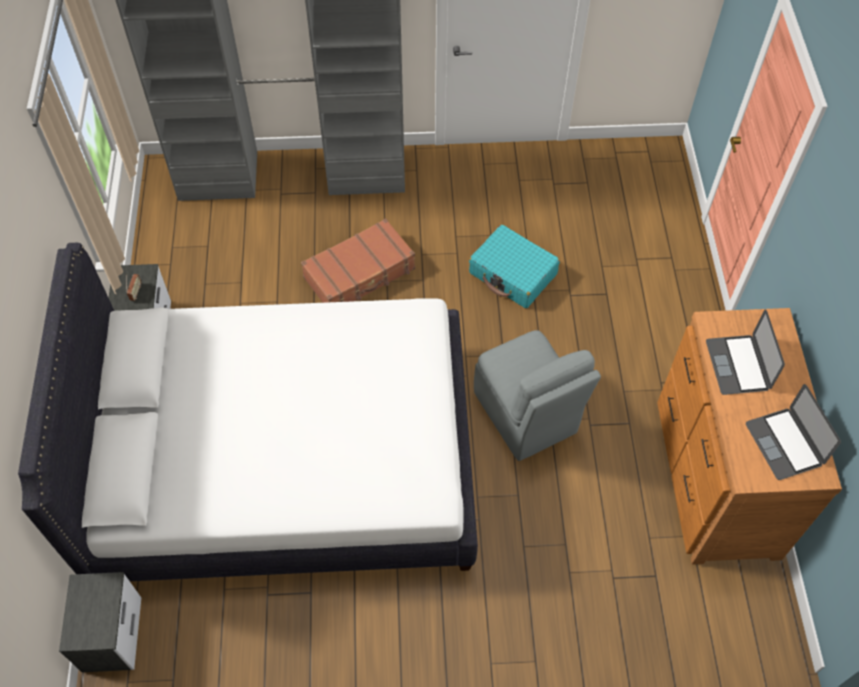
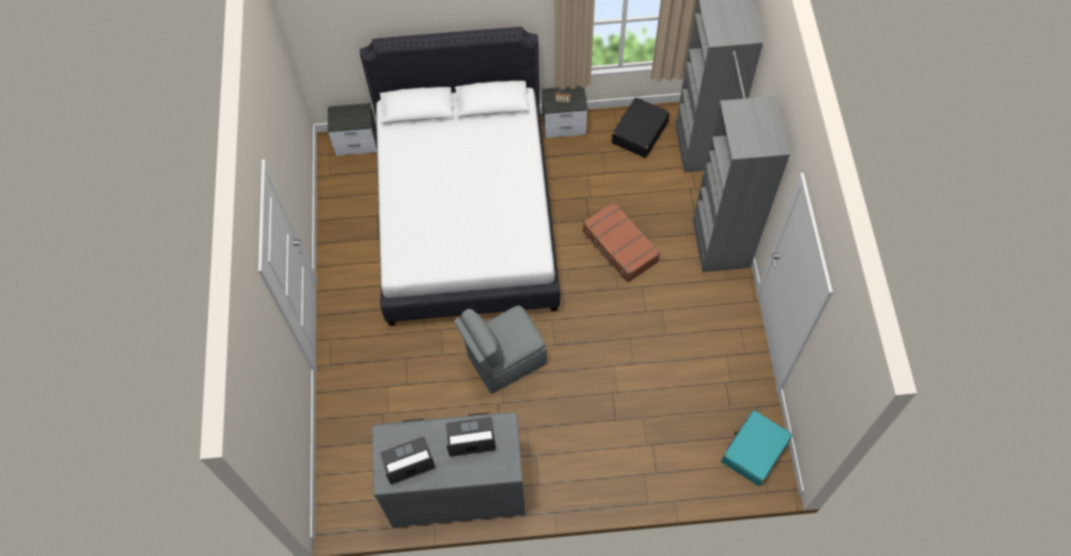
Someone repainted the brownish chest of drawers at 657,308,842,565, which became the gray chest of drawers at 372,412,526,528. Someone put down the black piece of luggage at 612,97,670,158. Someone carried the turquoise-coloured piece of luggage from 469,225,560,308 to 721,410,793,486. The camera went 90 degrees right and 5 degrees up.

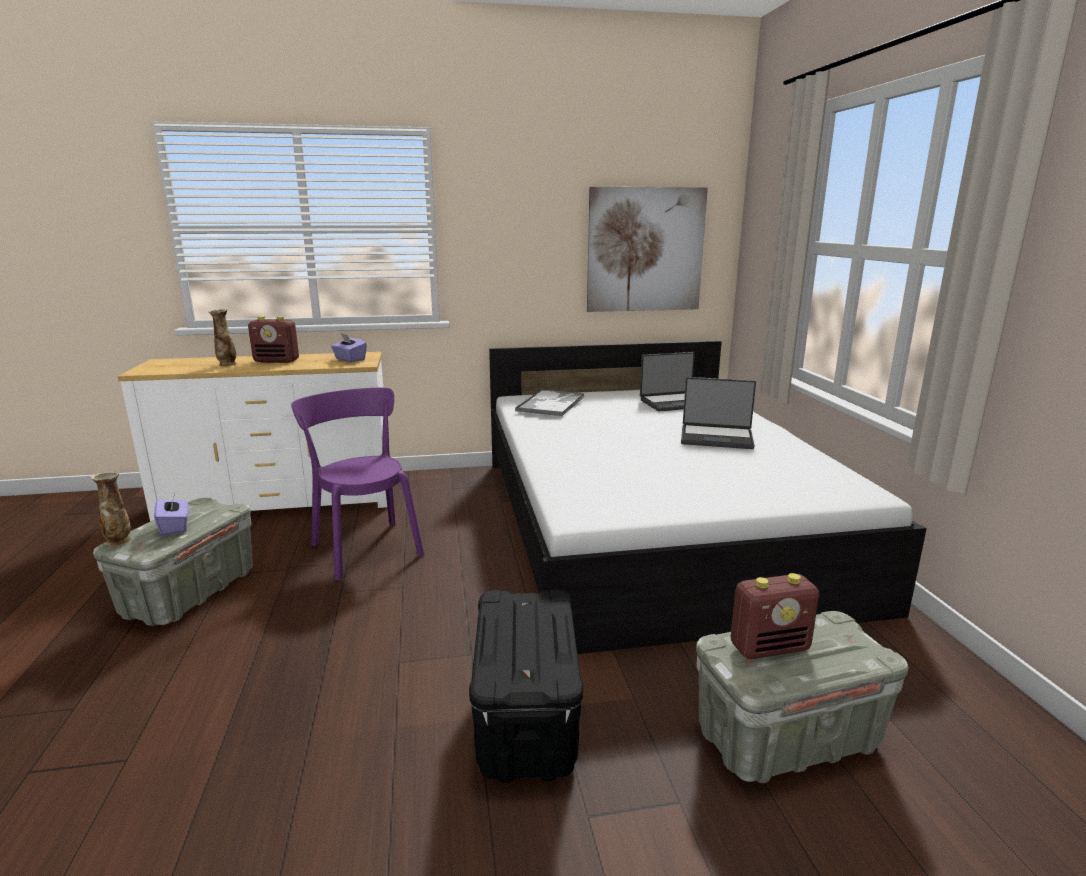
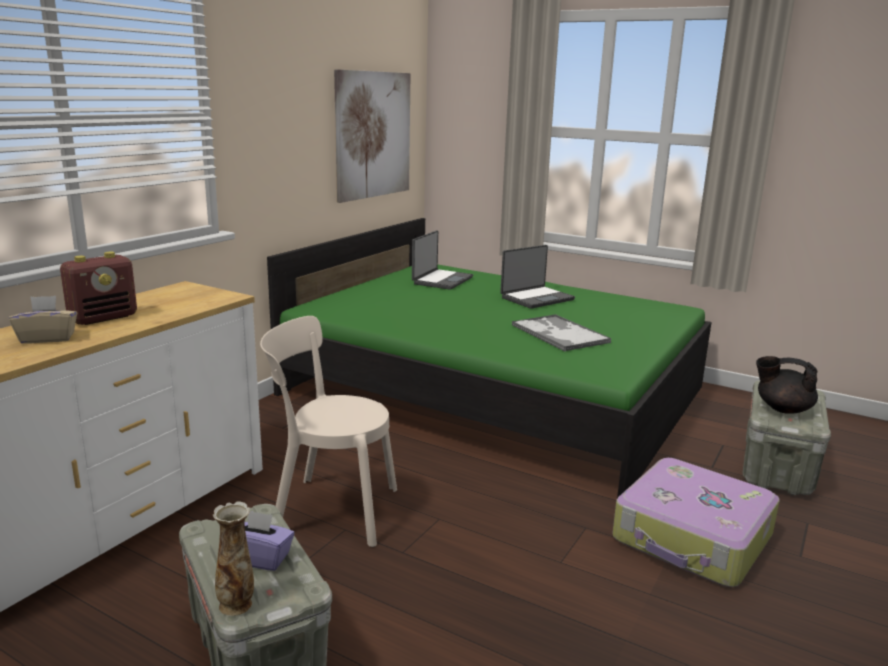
Someone swapped the vase at 208,309,237,366 for the beige tissue holder at 9,296,77,344. Someone repainted the purple chair at 291,388,424,581, which became the beige chair at 260,316,397,547. Someone repainted the white bed at 489,341,927,654, which became the green-coloured bed at 267,218,712,498. Someone carried the tray from 515,390,585,416 to 512,314,611,351. Someone swapped the black storage container at 469,589,583,783 for the piece of luggage at 612,458,780,587. Someone swapped the radio receiver at 731,573,819,659 for the black pot for tea at 756,356,818,414. Someone took away the purple tissue holder at 331,334,367,362. The camera went 50 degrees left and 0 degrees up.

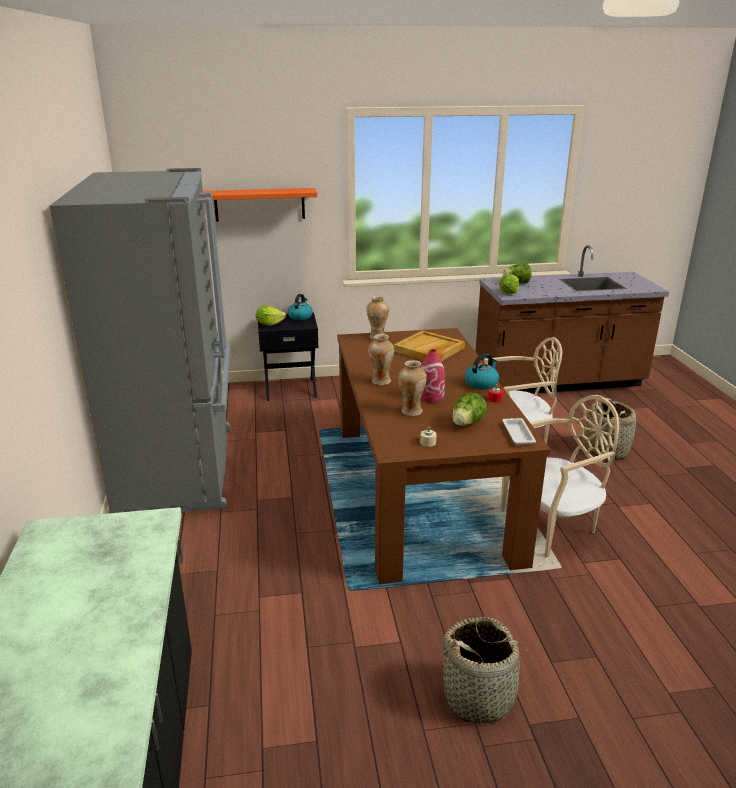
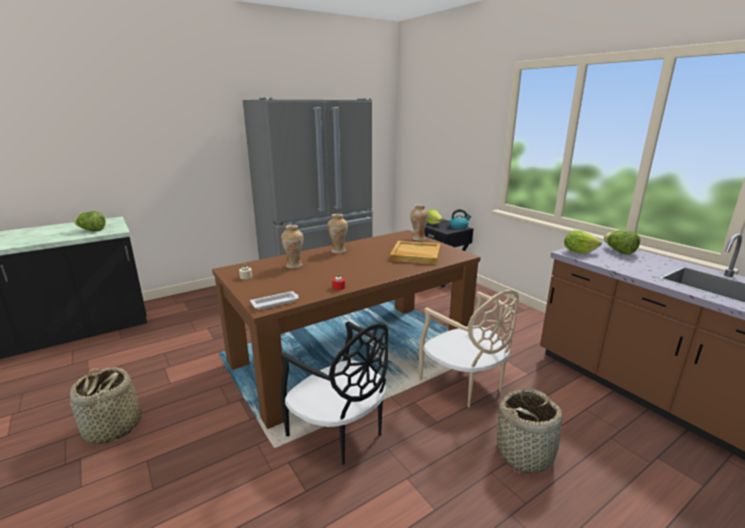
Someone carried the head of lettuce from 452,392,487,426 to 74,211,106,231. Someone repainted the beige chair at 501,395,619,558, which became the black chair at 280,322,388,465. Someone took away the orange-coloured wall shelf at 203,188,317,222. Someone took away the red-coloured vase at 420,349,445,403. Someone took away the kettle at 465,353,499,390. The camera went 65 degrees right and 5 degrees down.

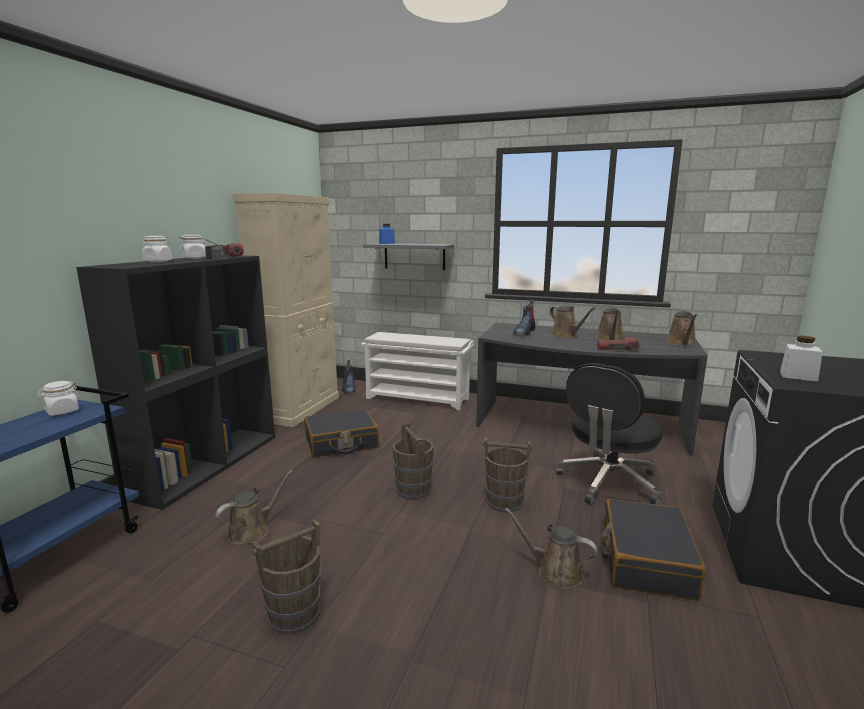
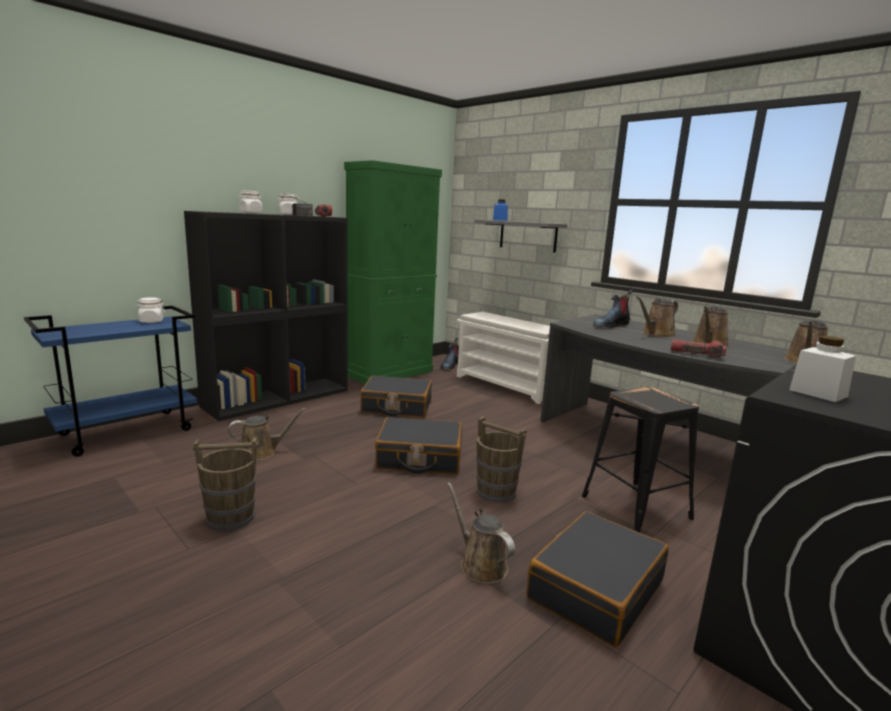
Someone repainted the beige cupboard at 233,193,339,427, which became the green-coloured cupboard at 344,160,442,384. Someone swapped the brownish pail at 392,423,434,500 for the black piece of luggage at 375,417,462,474. Someone swapped the black office chair at 556,363,663,505 for the black stool at 582,387,699,533. Someone rotated the brownish watering can at 550,305,596,338 by 60 degrees clockwise. The camera went 25 degrees right and 0 degrees up.

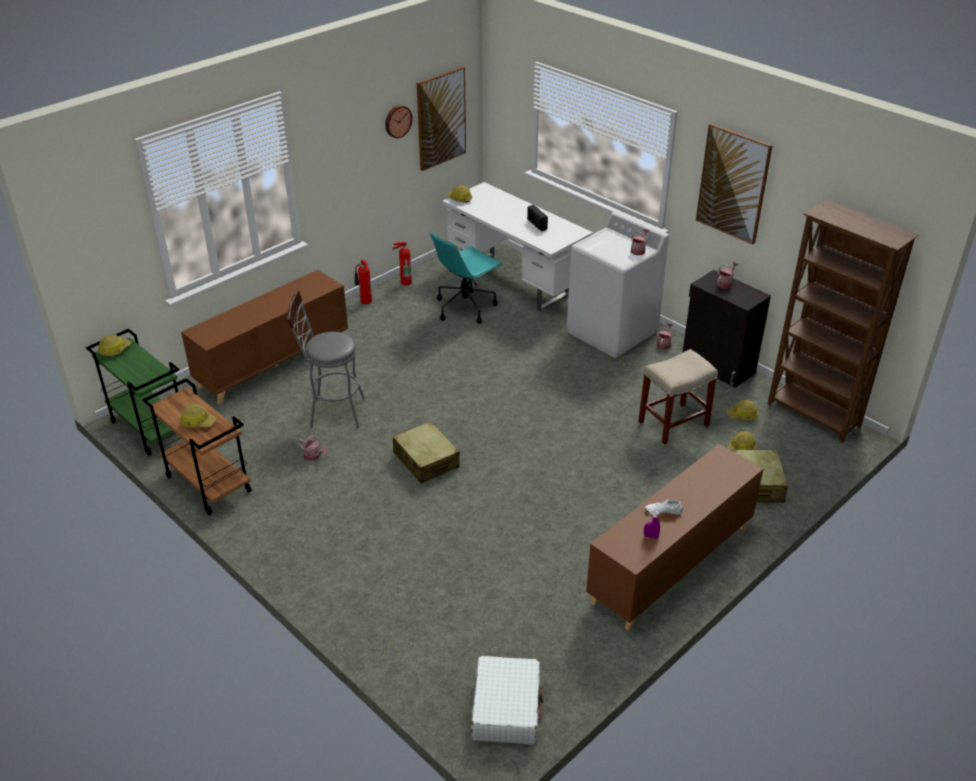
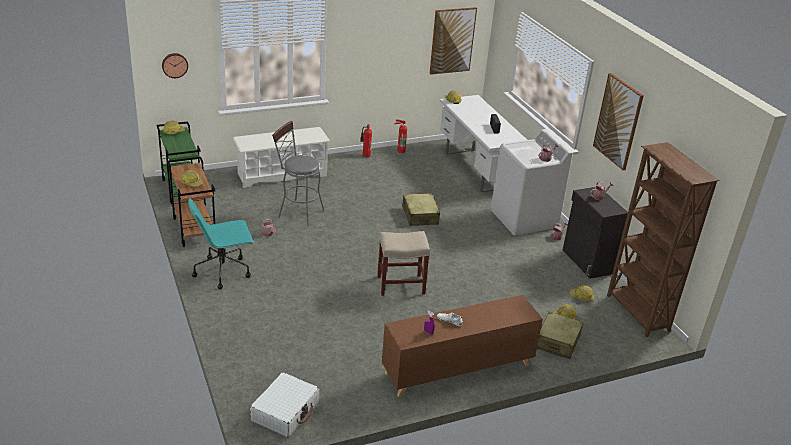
Someone carried the wall clock from 385,105,413,138 to 162,53,188,78. Someone carried the turquoise-coloured office chair from 430,232,503,324 to 188,198,254,289. Someone swapped the brownish cupboard at 181,270,348,404 for the white shoe rack at 233,127,330,188. Someone carried the beige stool from 638,349,718,445 to 377,231,430,296. Someone carried the beige piece of luggage from 393,421,460,484 to 402,193,440,226. The camera went 20 degrees right and 5 degrees down.

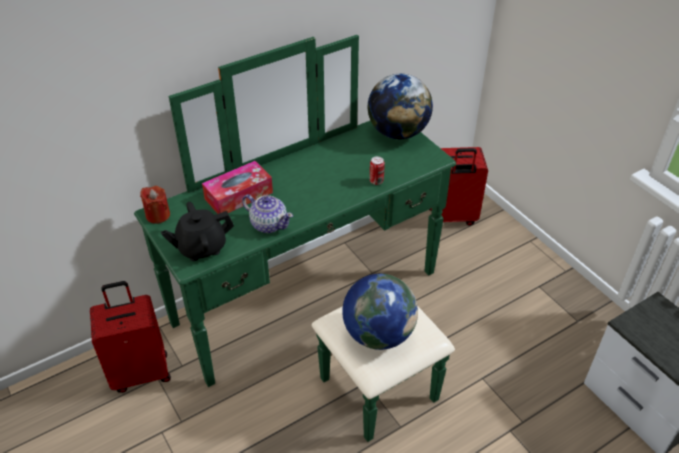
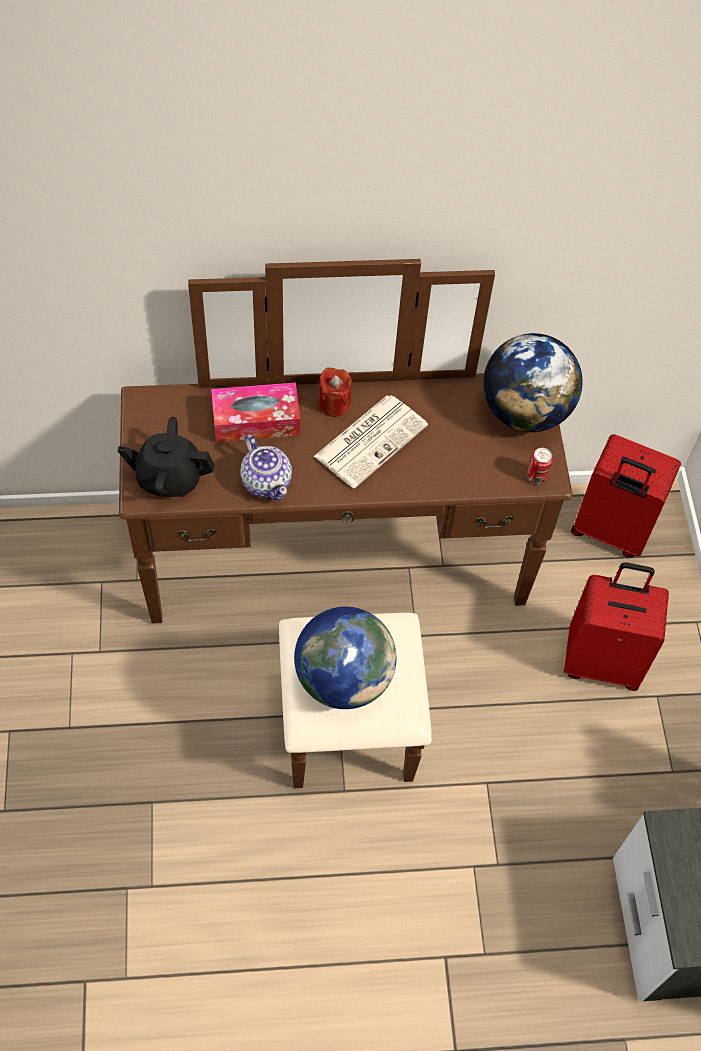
Someone repainted the green-coloured chest of drawers at 134,35,456,442, which became the brownish chest of drawers at 119,259,572,788. Someone put down the printed paper at 314,395,428,488. Someone carried the red-coloured wax candle from 140,186,170,224 to 319,368,352,417. Someone carried the sealed can from 370,156,385,185 to 527,448,553,484. Someone carried the red-coloured piece of luggage from 90,281,171,393 to 564,563,669,691. The camera went 25 degrees right and 15 degrees up.

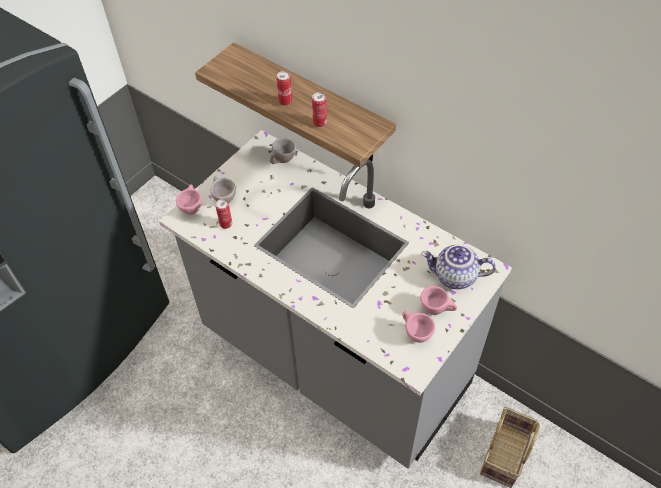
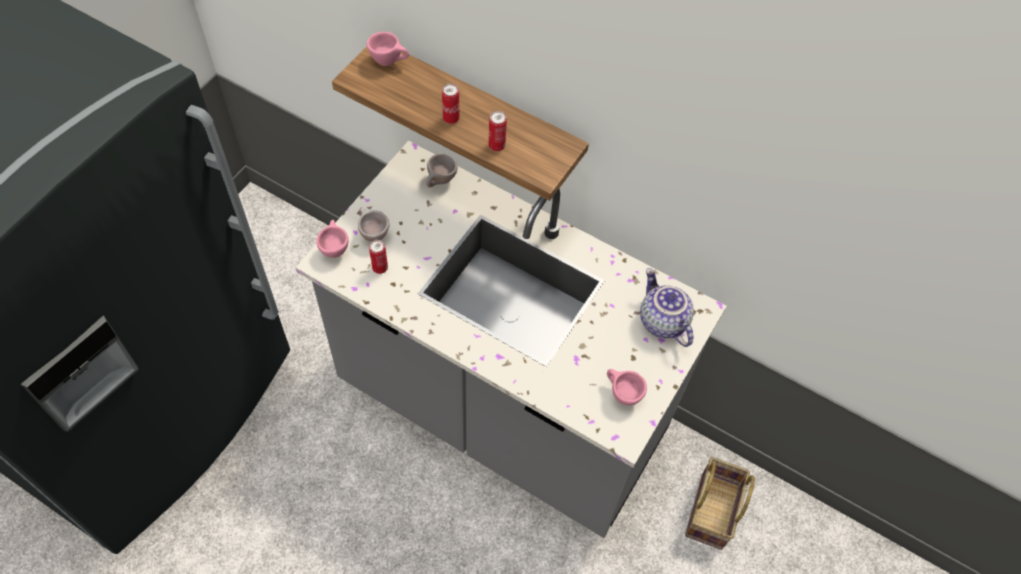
Someone carried the pinkish small cup from 420,286,457,315 to 367,32,409,66. Someone rotated the pot for tea at 421,245,496,289 by 60 degrees clockwise. The camera went 10 degrees left and 5 degrees up.

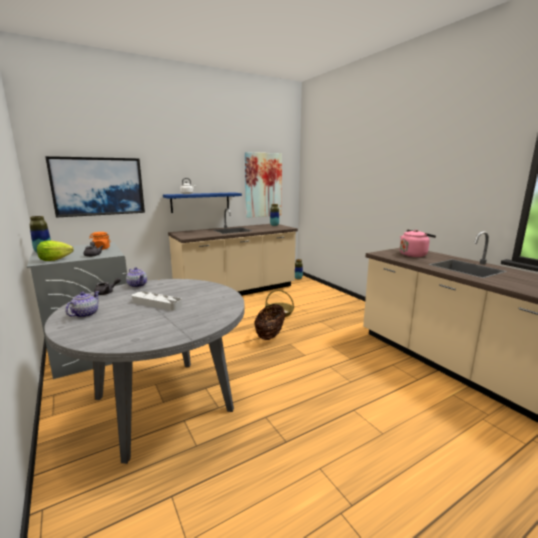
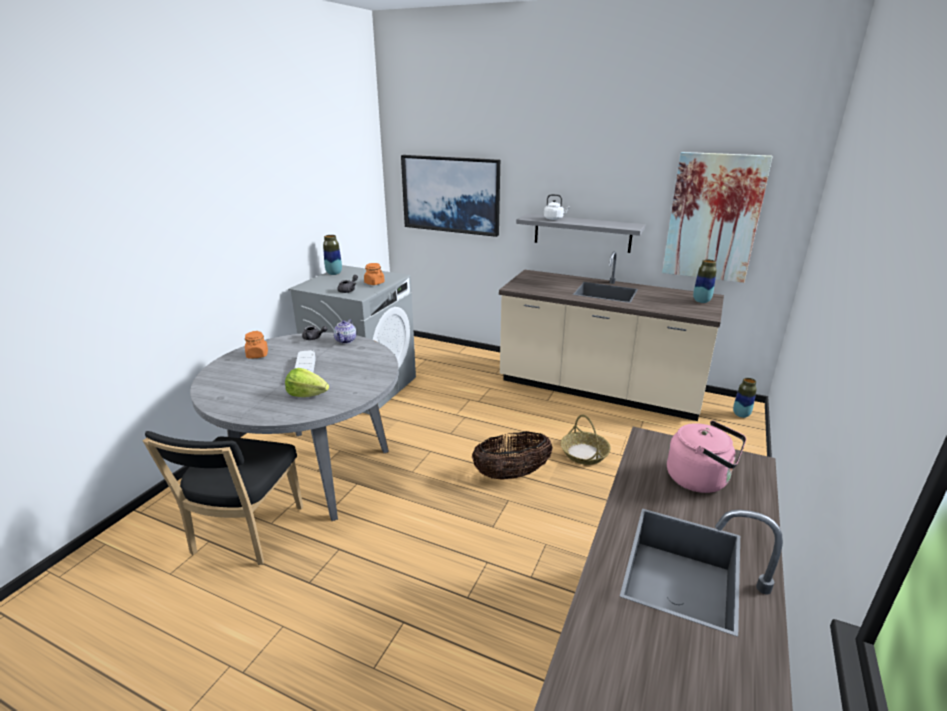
Someone put down the black chair at 143,431,303,565. Someone swapped the pot for tea at 65,291,100,318 for the orange-coloured preserve jar at 245,331,268,359. Someone carried the head of lettuce from 37,240,74,261 to 285,368,329,397. Someone repainted the bluish wall shelf at 163,192,242,213, which became the gray wall shelf at 516,214,645,253. The camera went 55 degrees right and 10 degrees up.

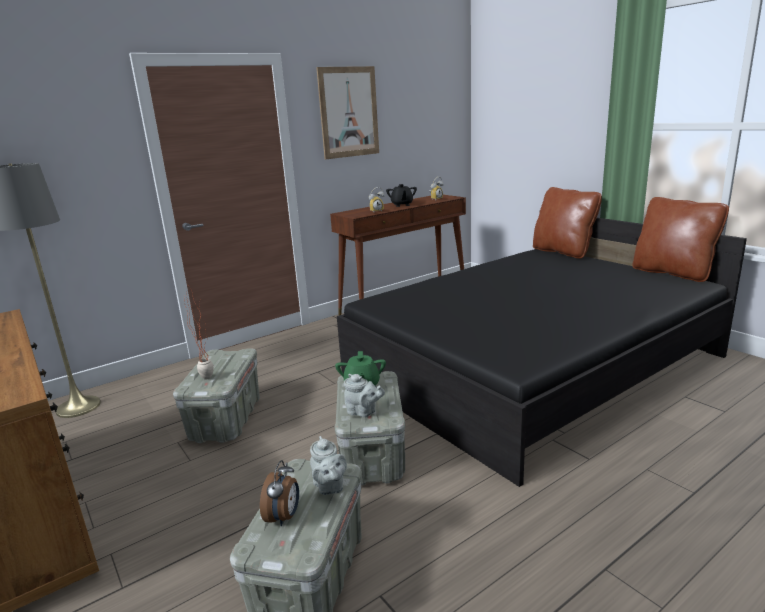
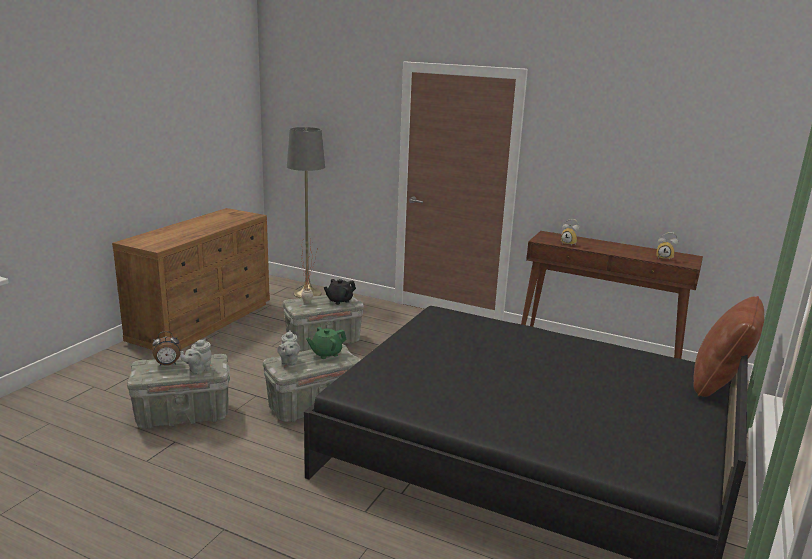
Someone carried the black pot for tea from 386,184,417,207 to 324,279,356,305. Someone took away the wall art at 316,66,379,159. Someone took away the brownish cushion at 632,197,729,282. The camera went 60 degrees right and 0 degrees up.

